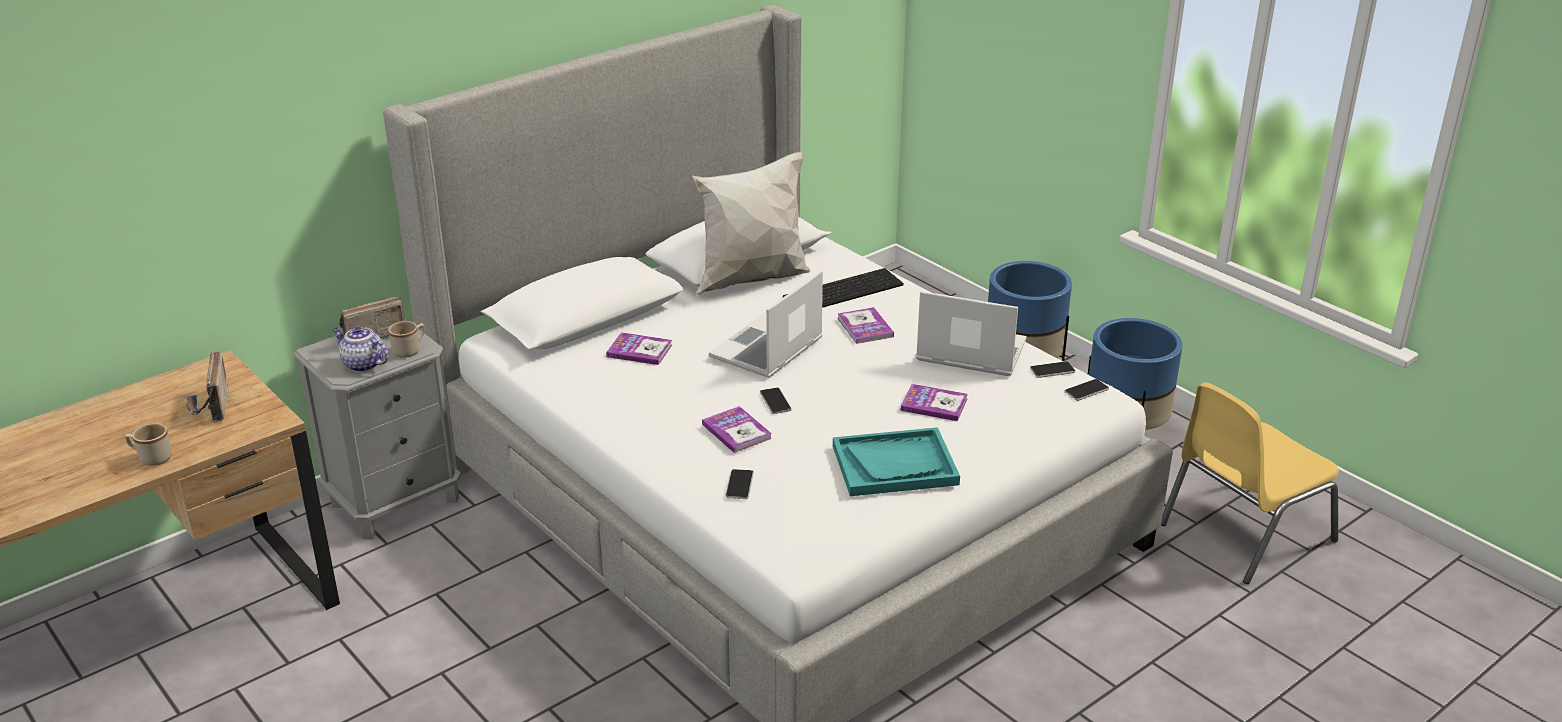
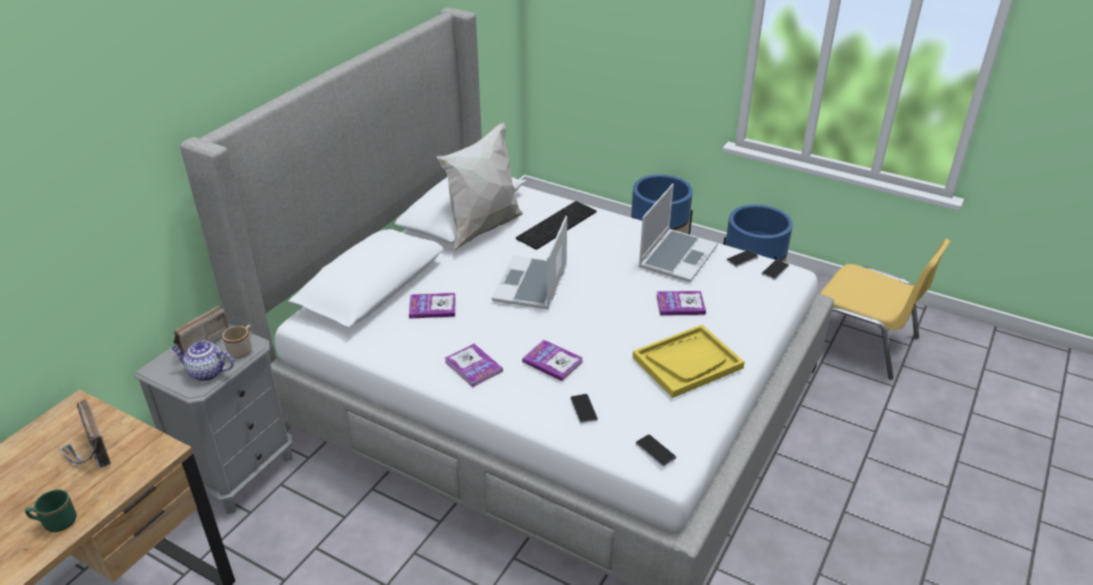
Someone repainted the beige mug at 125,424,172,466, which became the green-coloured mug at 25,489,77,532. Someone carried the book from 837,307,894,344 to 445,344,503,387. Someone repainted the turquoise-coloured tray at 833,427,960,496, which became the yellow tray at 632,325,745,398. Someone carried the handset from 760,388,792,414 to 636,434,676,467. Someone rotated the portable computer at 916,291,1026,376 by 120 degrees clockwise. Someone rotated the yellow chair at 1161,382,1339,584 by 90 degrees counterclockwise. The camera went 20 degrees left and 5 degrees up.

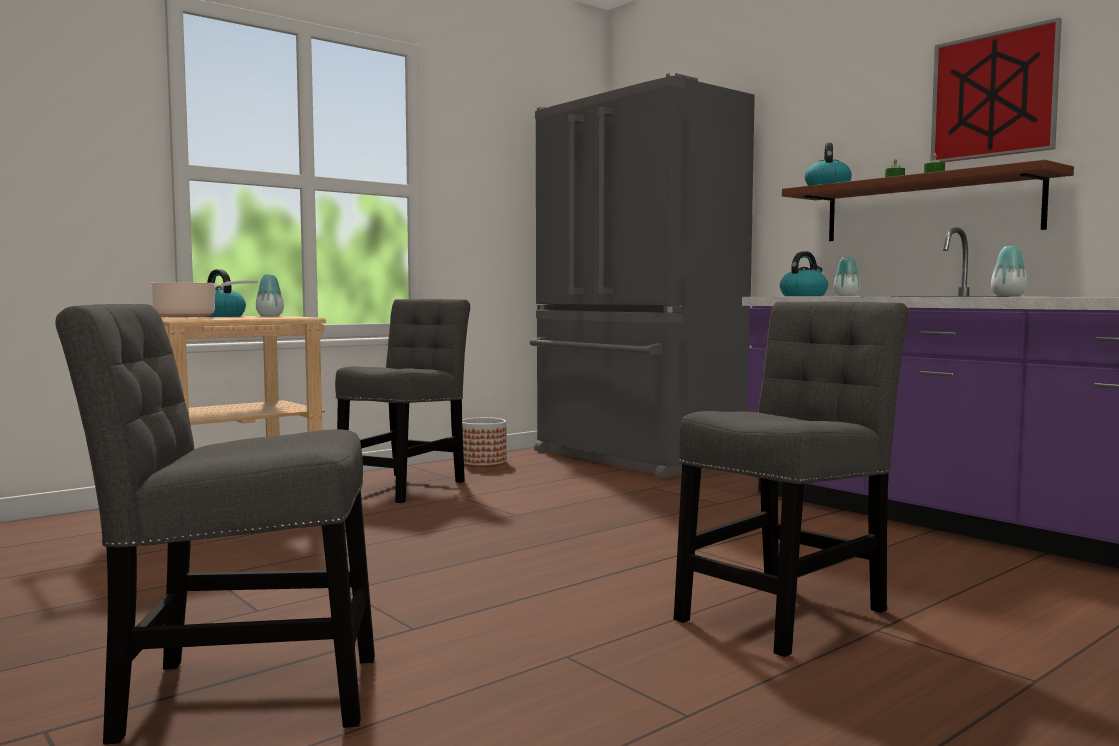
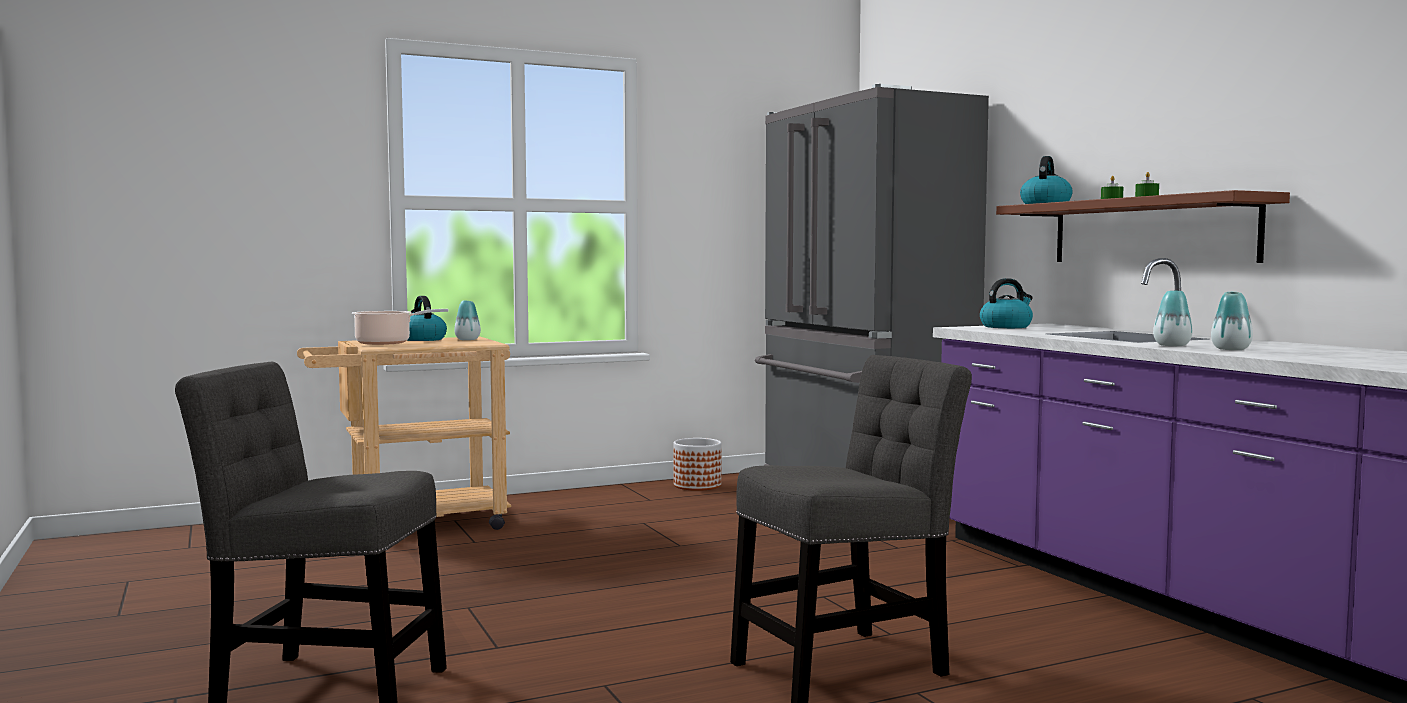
Someone carried the vase from 834,257,860,296 to 1211,292,1253,350. Someone took away the gray chair at 335,299,470,503. Someone took away the wall art at 930,18,1062,162. The camera went 15 degrees right and 0 degrees up.

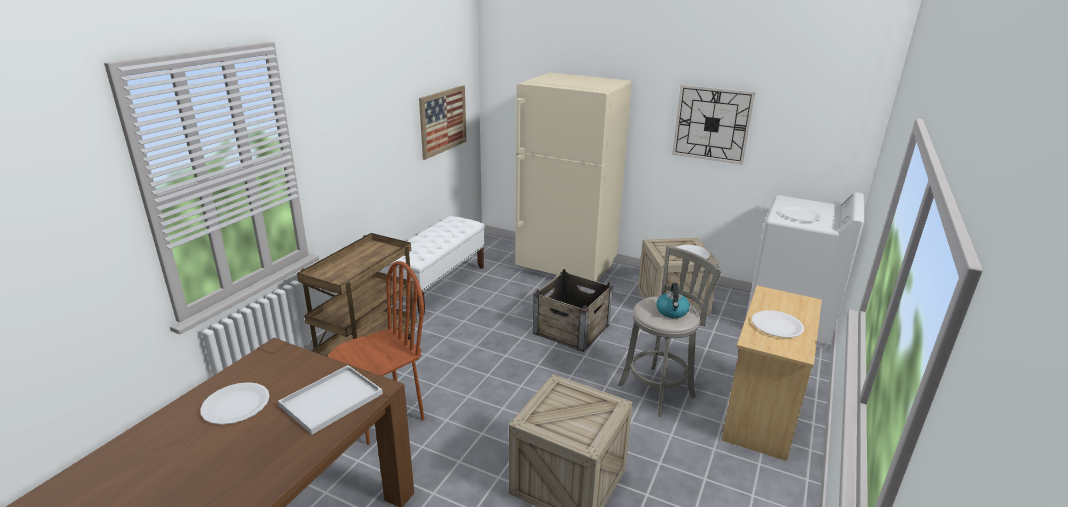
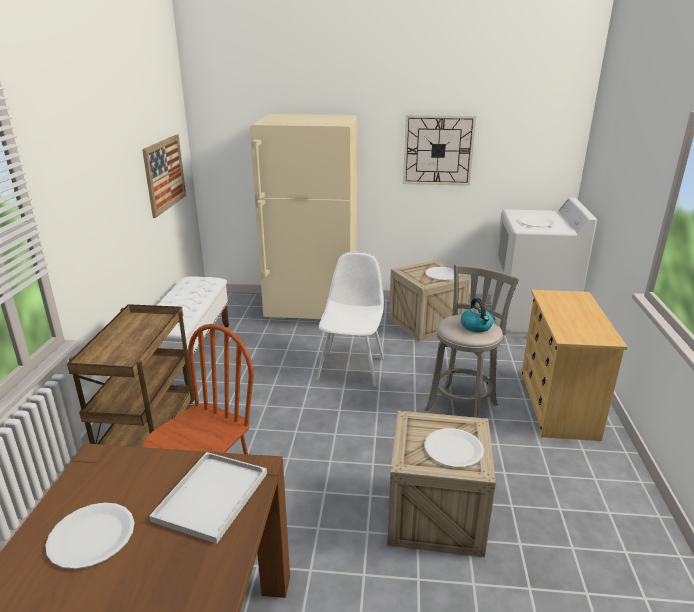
Someone swapped the shipping crate at 533,269,613,352 for the white chair at 316,252,384,386. Someone carried the white plate from 752,310,804,338 to 424,428,484,467. The camera went 20 degrees left and 0 degrees up.

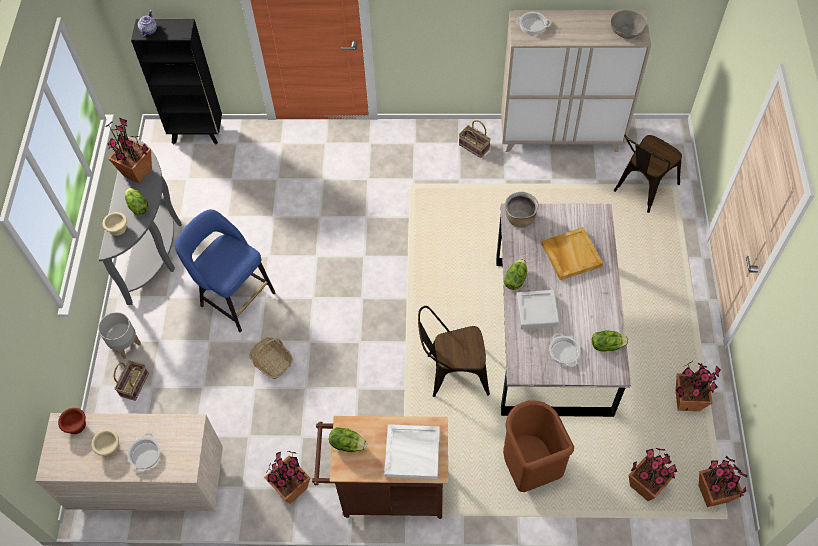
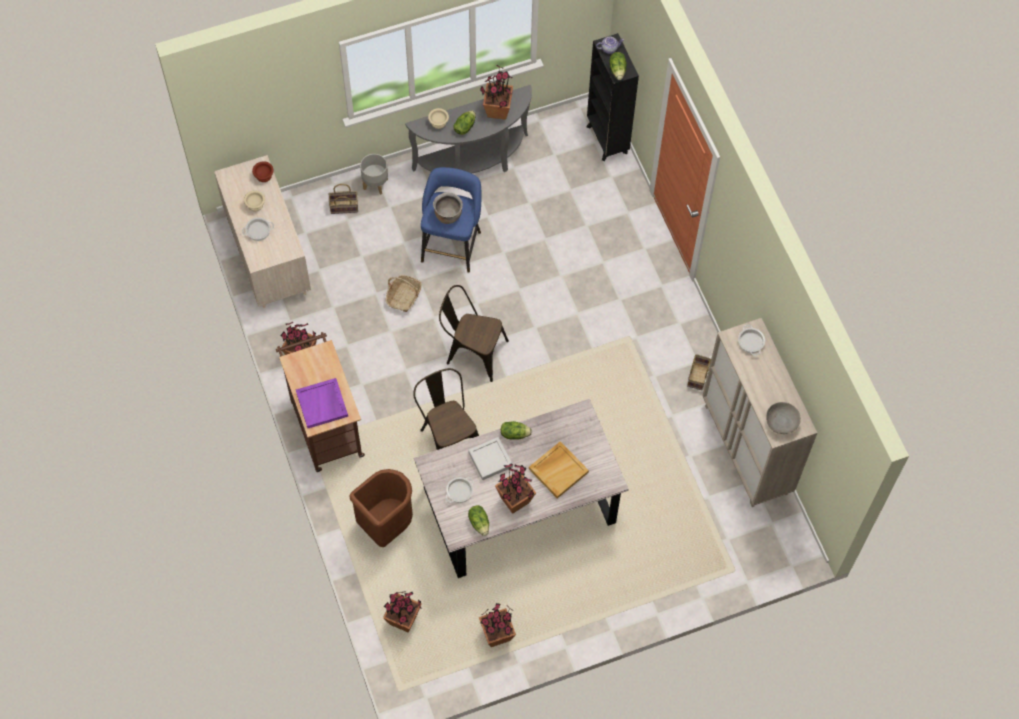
Someone repainted the white tray at 384,424,440,479, which became the purple tray at 296,378,348,428. Someone carried the brownish saucepot from 505,192,539,228 to 433,192,463,224. Someone carried the brownish chair from 614,134,682,213 to 439,285,509,382. Someone carried the potted plant from 699,455,747,507 to 495,463,536,514. Someone carried the head of lettuce from 329,427,367,452 to 609,52,627,80. The camera went 65 degrees right and 5 degrees up.

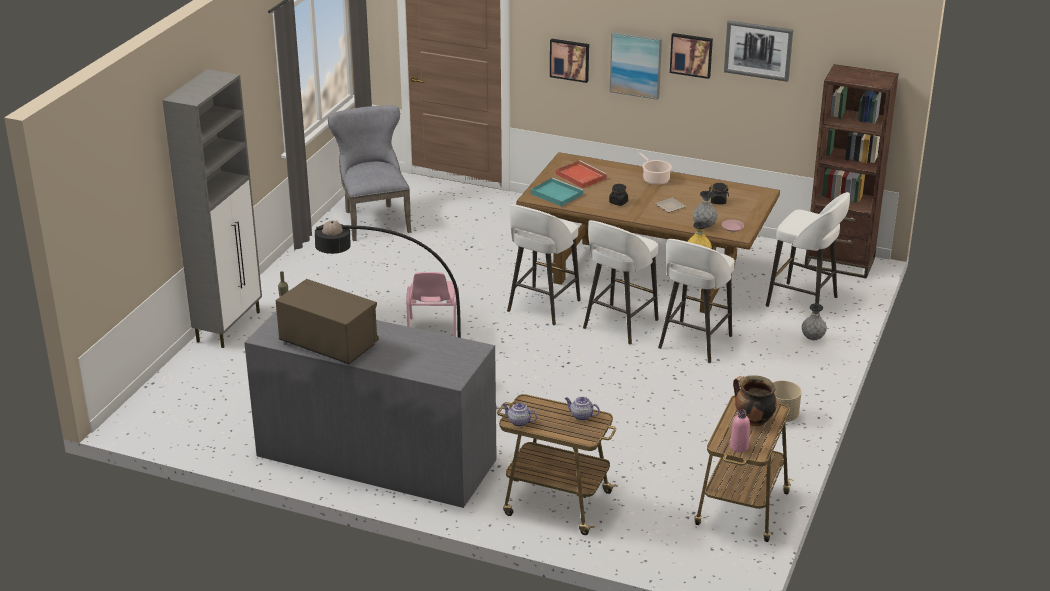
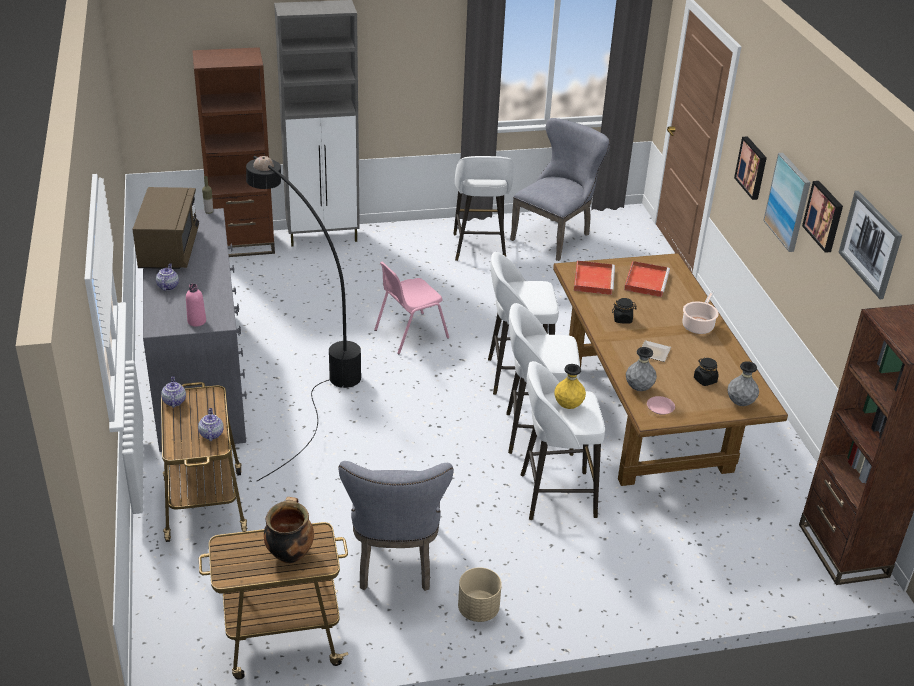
Someone put down the pot for tea at 156,263,179,291. Someone carried the pinkish bottle from 730,409,750,452 to 186,284,206,327. Someone put down the brownish shelving unit at 192,47,275,257. Someone put down the gray chair at 338,461,454,591. Someone carried the white stool from 766,192,850,307 to 453,156,514,261. Someone repainted the turquoise-coloured tray at 531,178,584,207, which became the red-coloured tray at 574,261,615,295. Someone carried the gray vase from 802,304,827,340 to 727,361,759,406. The camera went 55 degrees right and 5 degrees up.

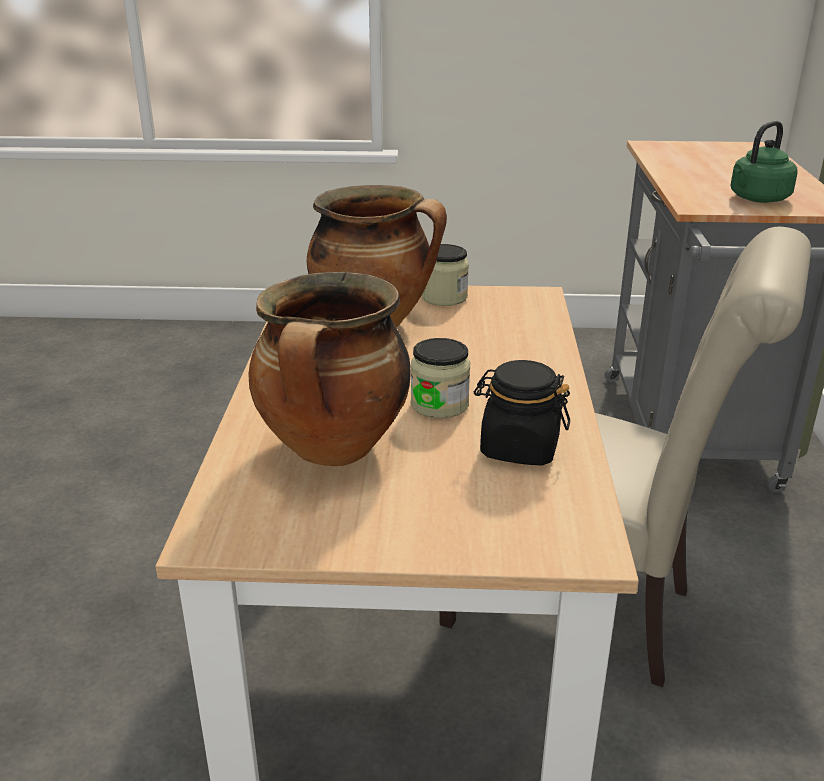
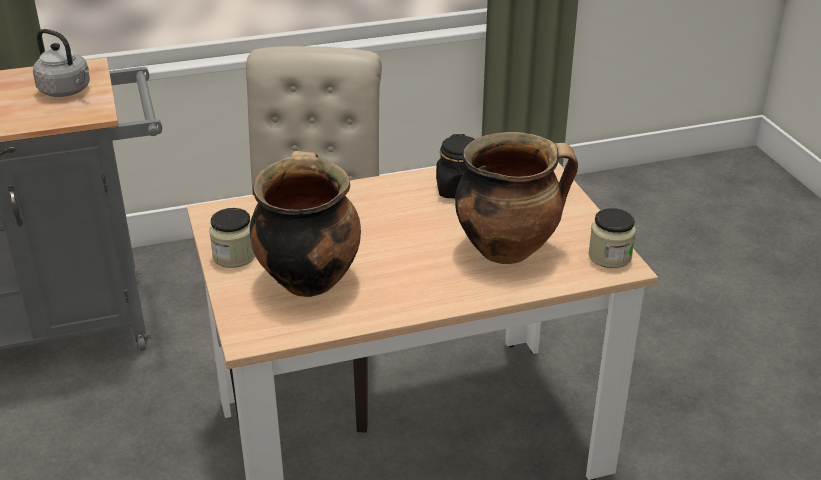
Someone repainted the green-coloured kettle at 730,121,797,203, which became the gray kettle at 33,29,90,97. Someone carried the preserve jar from 411,338,470,418 to 588,208,636,268. The camera went 110 degrees left and 5 degrees up.

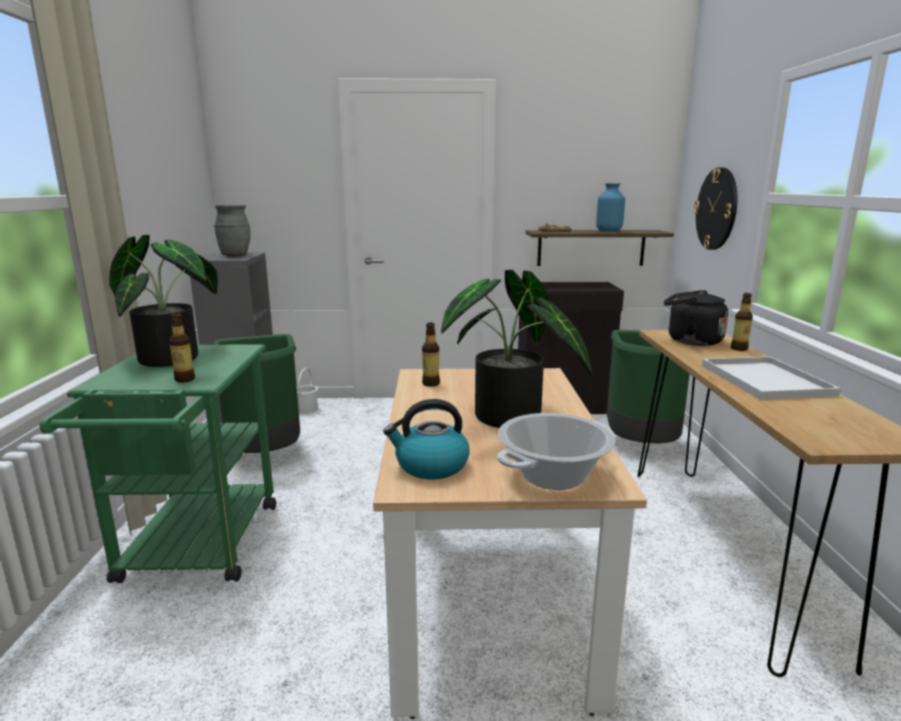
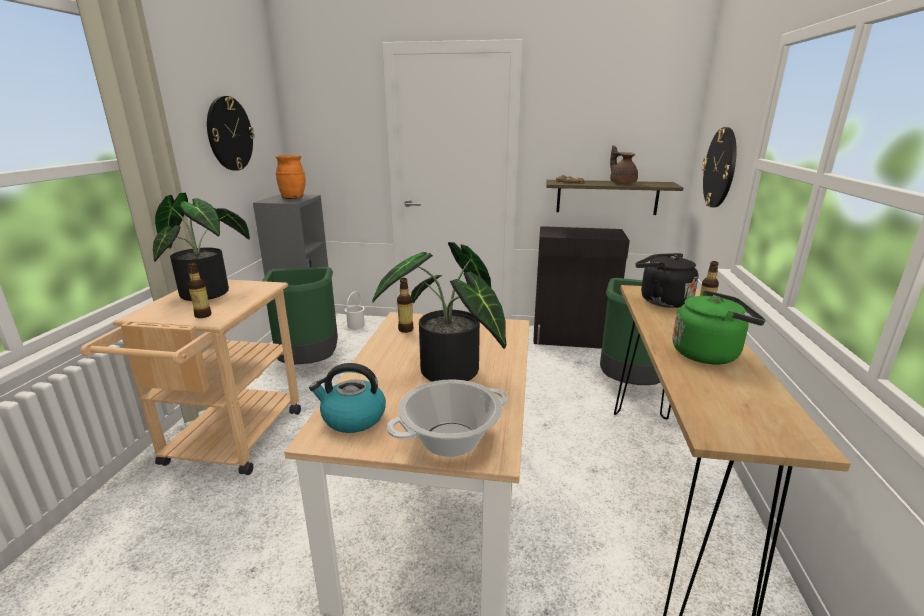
Someone repainted the green-coloured wheeled cart at 39,344,276,583, which became the beige wheeled cart at 80,280,301,475. Someone put up the wall clock at 207,96,255,171. Someone repainted the gray vase at 214,205,251,256, which became the orange-coloured vase at 275,155,306,199. Someone swapped the bluish vase at 596,183,625,232 for the brownish pot for tea at 610,145,638,184. Someone swapped the white tray at 702,357,841,400 for the green-coloured kettle at 673,290,766,365. The camera went 10 degrees right and 5 degrees up.

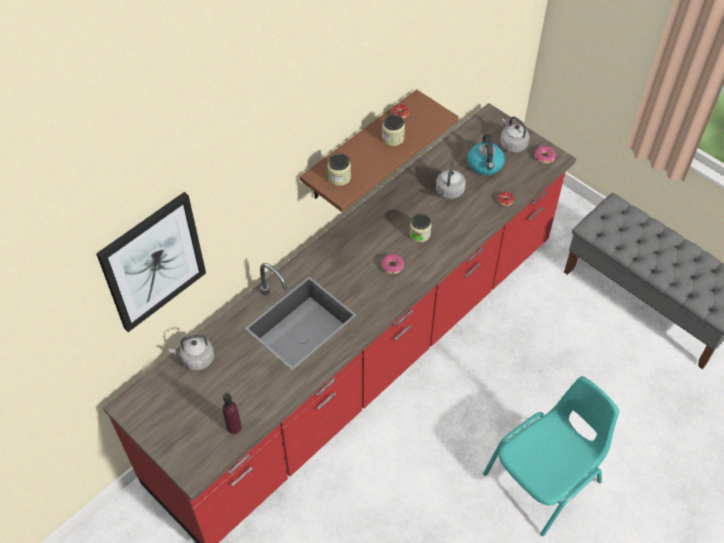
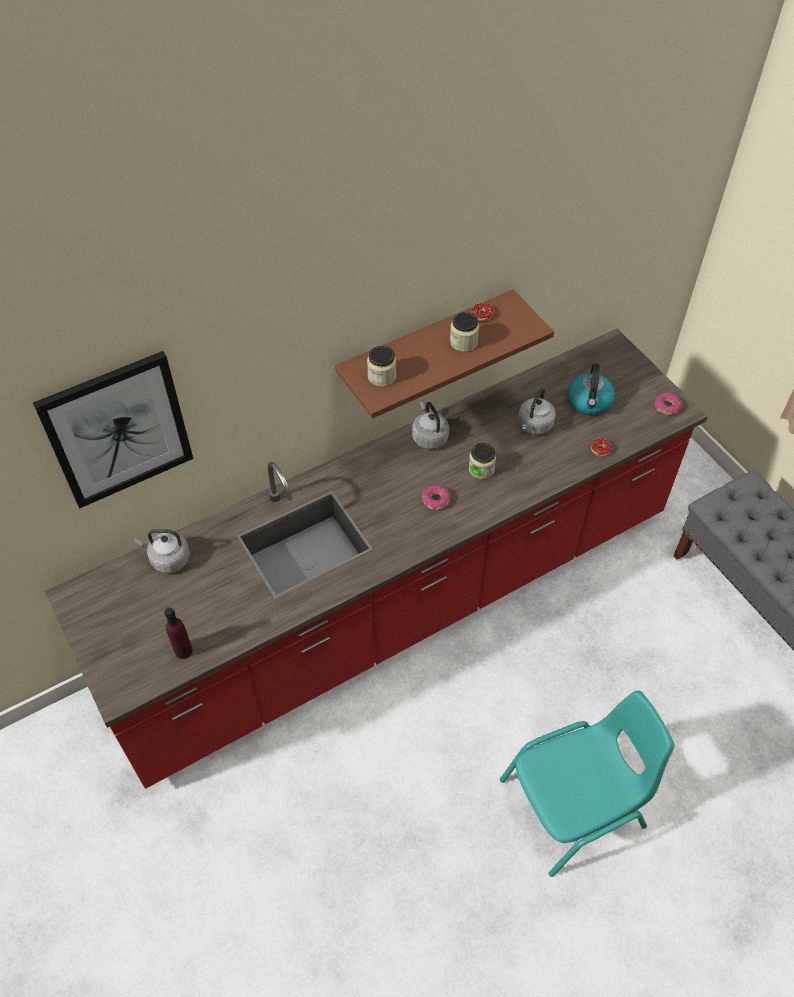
Someone carried the gray kettle from 500,117,529,153 to 412,401,449,449. The camera went 15 degrees right and 0 degrees up.

